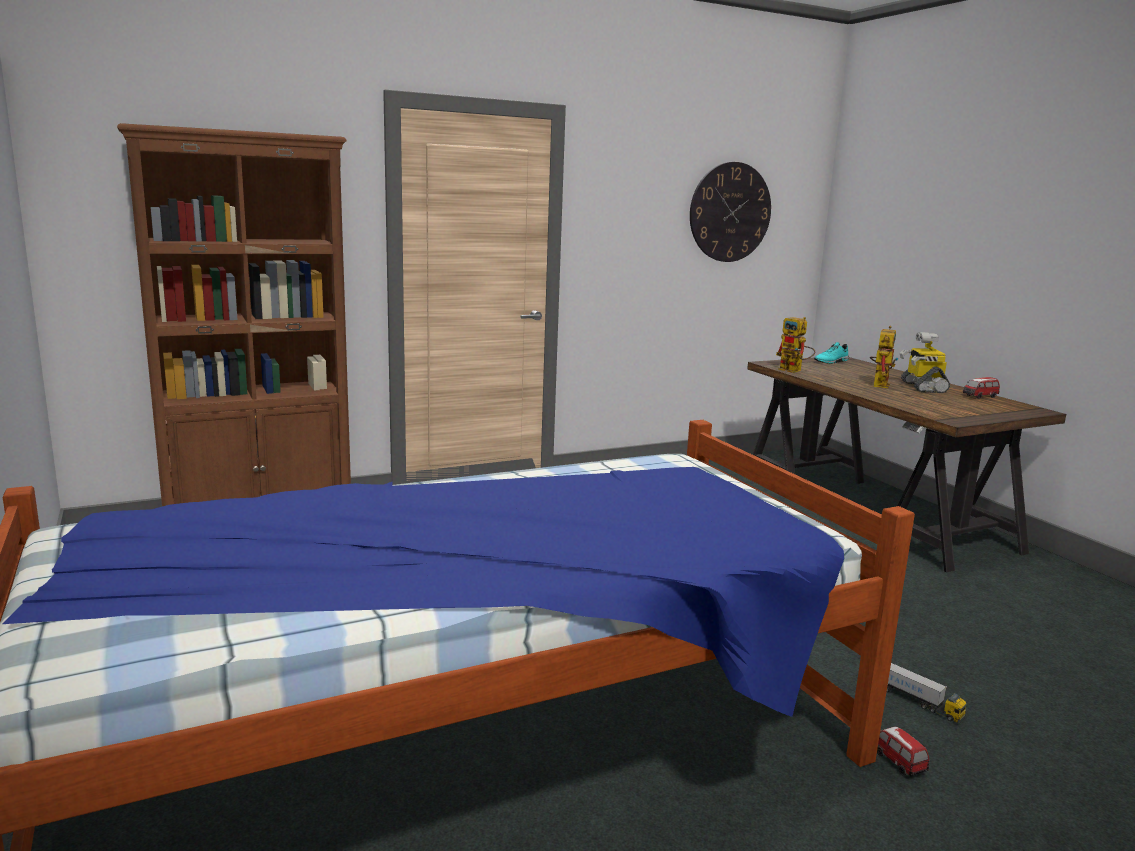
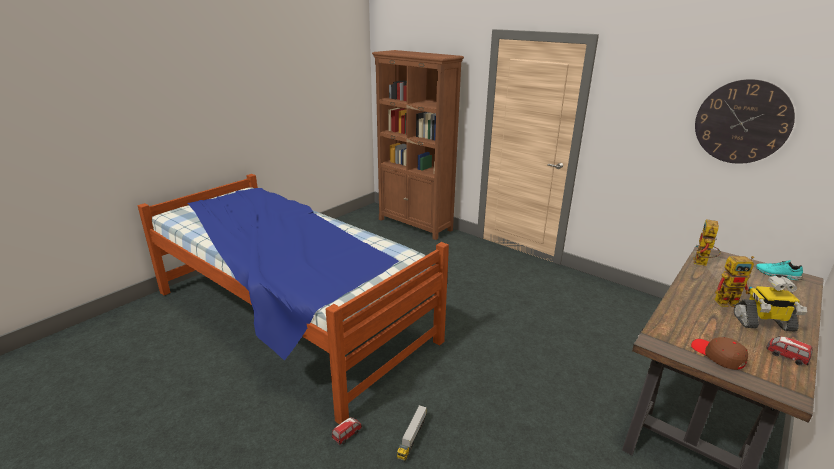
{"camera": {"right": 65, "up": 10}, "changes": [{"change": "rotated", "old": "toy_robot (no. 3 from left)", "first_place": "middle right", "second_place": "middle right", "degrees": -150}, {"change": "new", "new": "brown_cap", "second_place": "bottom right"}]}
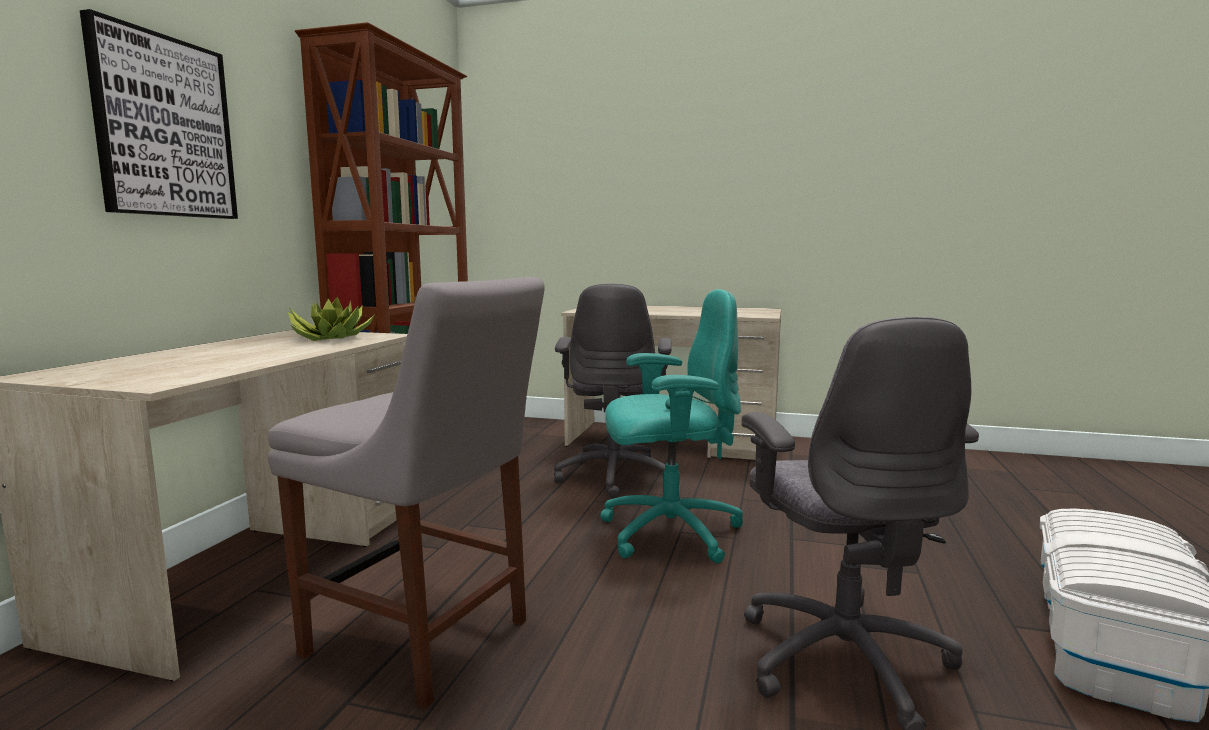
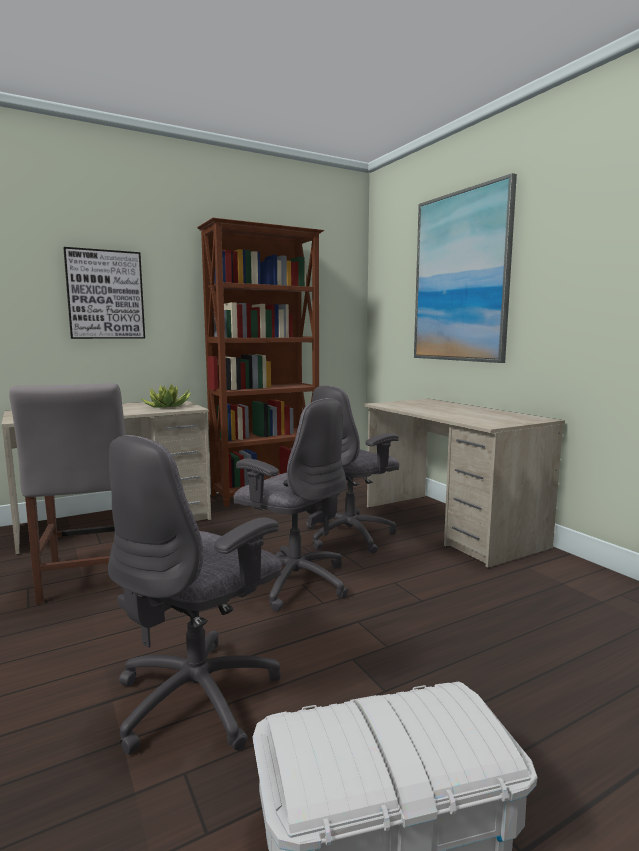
{"camera": {"right": 45, "up": 0}, "changes": [{"change": "repainted", "old": "turquoise_office_chair", "new": "grey_office_chair (no. 2 from left)", "first_place": "centre", "second_place": "centre"}, {"change": "new", "new": "picture (no. 2 from left)", "second_place": "top right"}]}
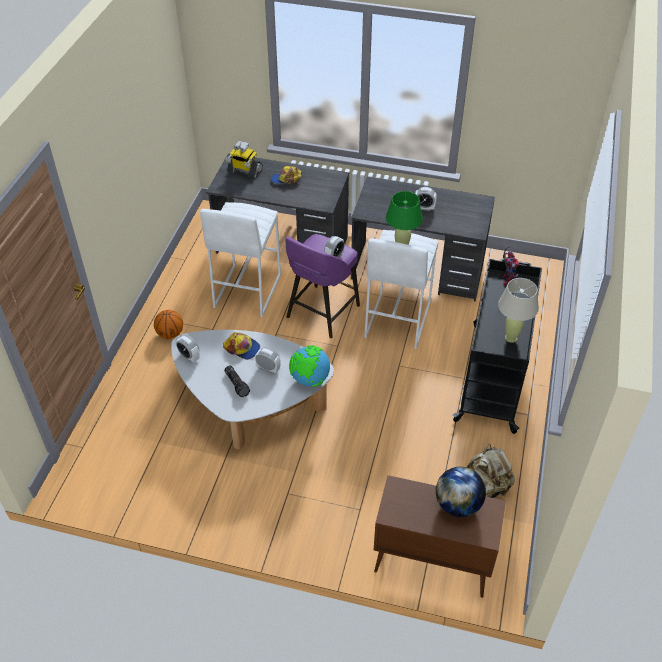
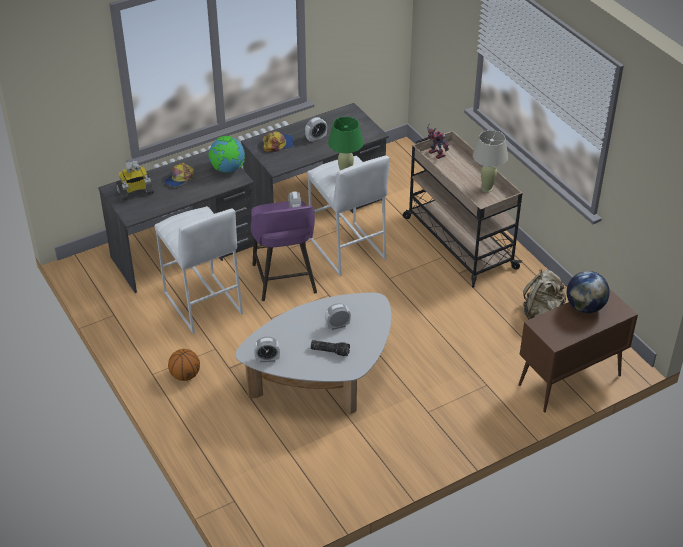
{"camera": {"right": -45, "up": -5}, "changes": [{"change": "repainted", "old": "black_cart", "new": "beige_cart", "first_place": "middle right", "second_place": "middle right"}, {"change": "shifted", "old": "cap (no. 1 from left in the first image)", "new": "cap (no. 2 from left)", "first_place": "centre", "second_place": "top centre"}, {"change": "shifted", "old": "globe (no. 1 from left)", "first_place": "centre", "second_place": "top left"}]}
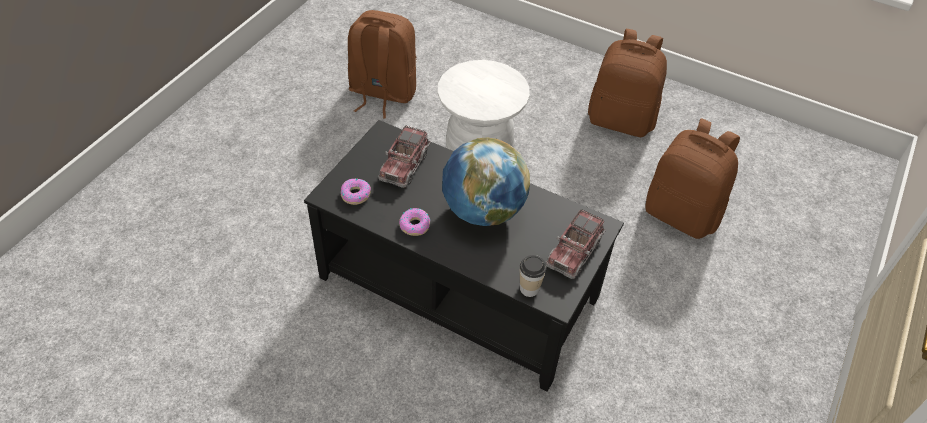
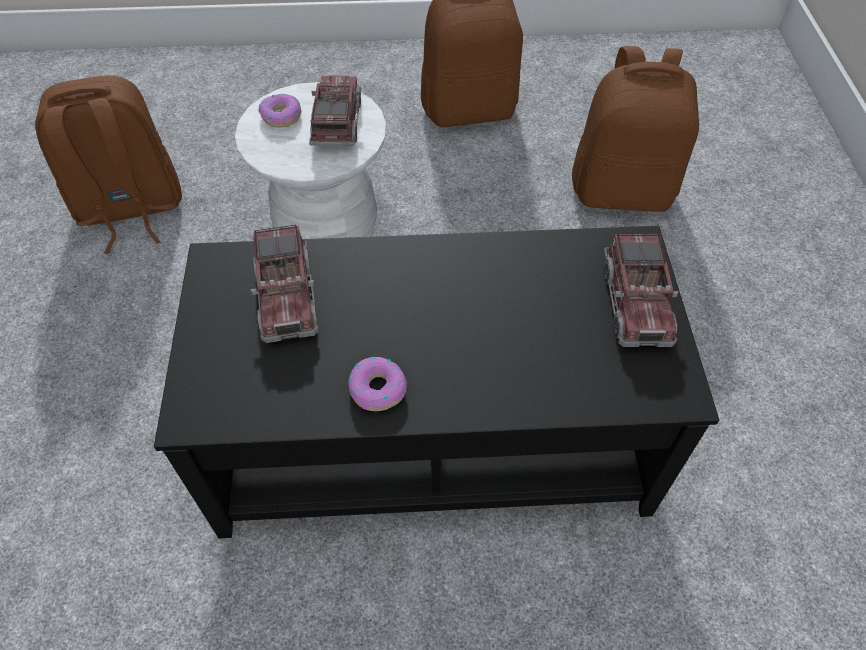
{"camera": {"right": -30, "up": 5}, "changes": [{"change": "gone", "old": "globe", "first_place": "centre"}, {"change": "shifted", "old": "donut (no. 1 from left)", "first_place": "centre", "second_place": "top left"}, {"change": "gone", "old": "cup", "first_place": "centre"}, {"change": "new", "new": "toy_truck (no. 2 from left)", "second_place": "top centre"}]}
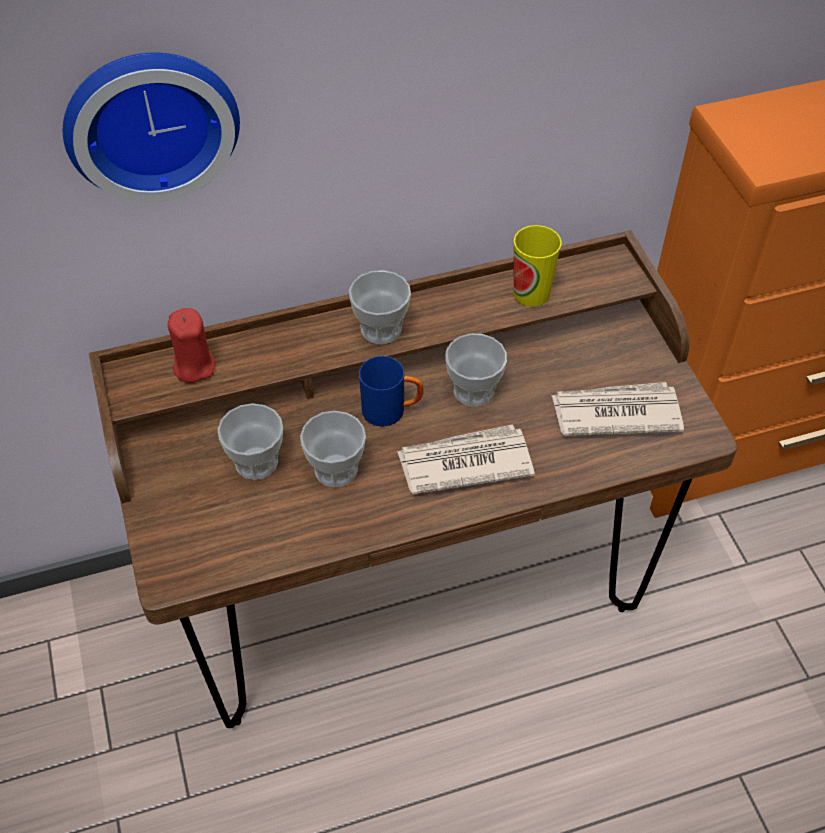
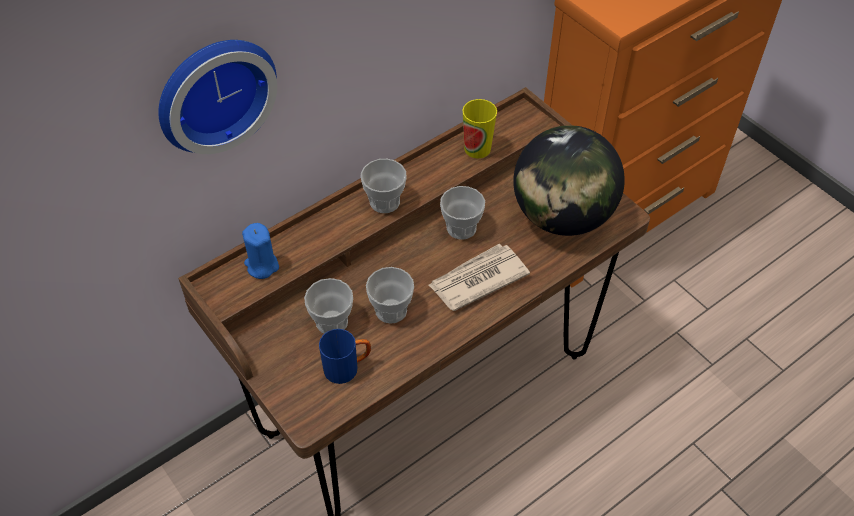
{"camera": {"right": -20, "up": 0}, "changes": [{"change": "repainted", "old": "red_candle", "new": "blue_candle", "first_place": "middle left", "second_place": "middle left"}, {"change": "shifted", "old": "blue_mug", "first_place": "centre", "second_place": "bottom centre"}, {"change": "swapped", "old": "newspaper (no. 2 from left)", "new": "globe", "first_place": "middle right", "second_place": "centre"}]}
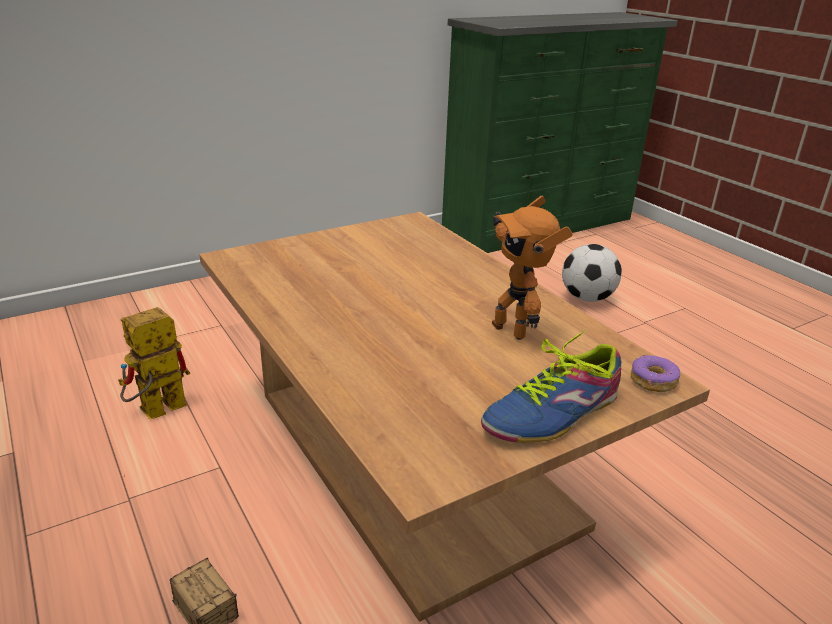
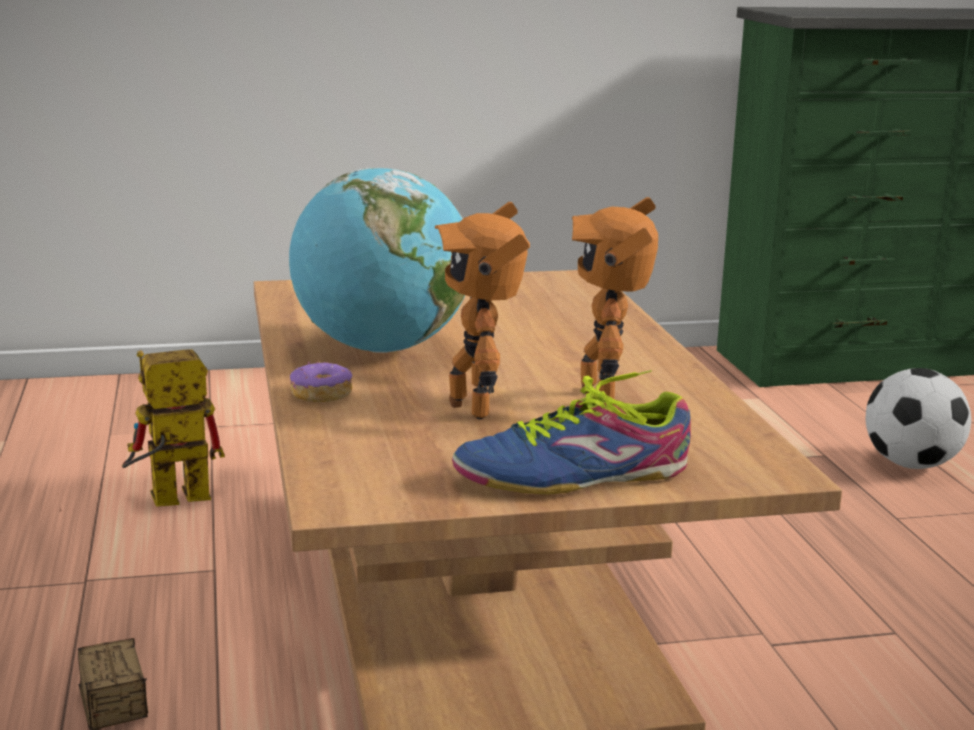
{"camera": {"right": 20, "up": -10}, "changes": [{"change": "shifted", "old": "donut", "first_place": "middle right", "second_place": "middle left"}, {"change": "new", "new": "globe", "second_place": "centre"}, {"change": "new", "new": "toy_robot (no. 2 from left)", "second_place": "centre"}]}
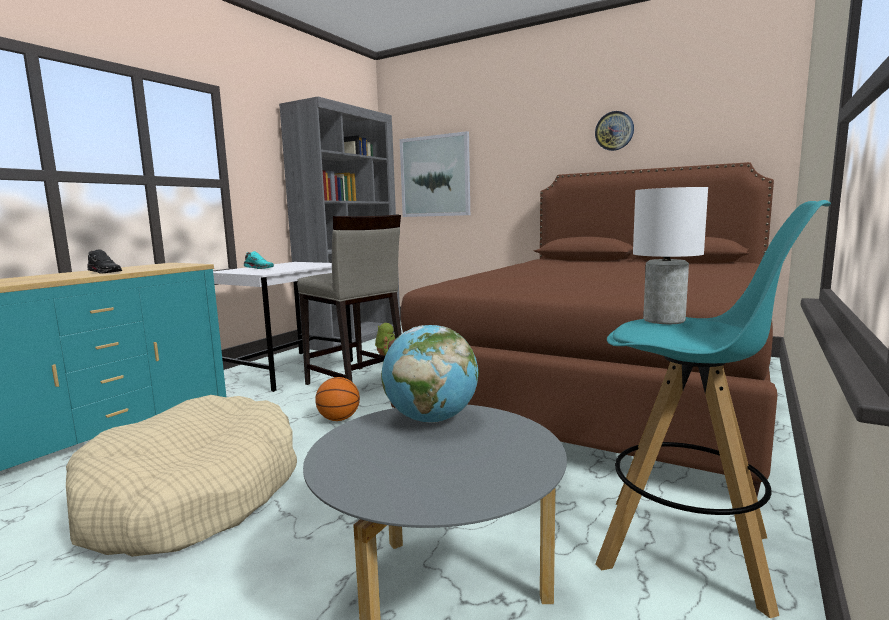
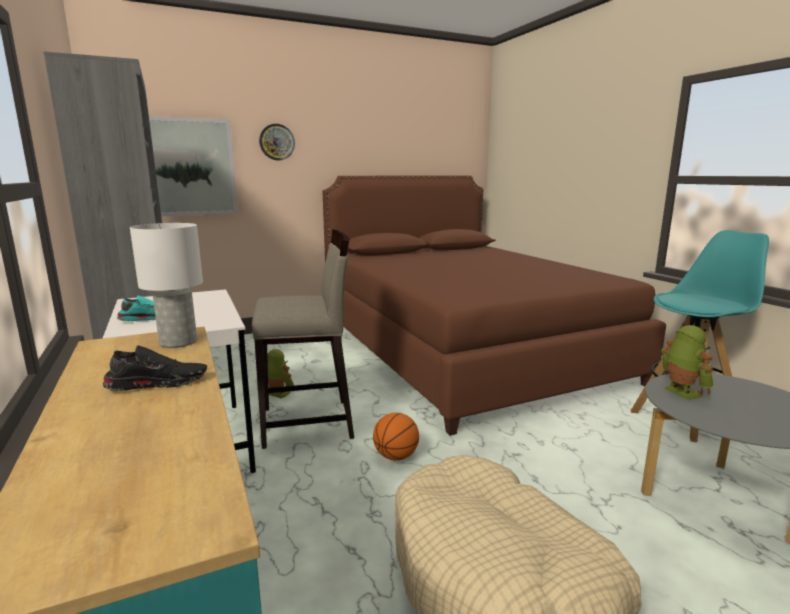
{"camera": {"right": -55, "up": 5}, "changes": [{"change": "shifted", "old": "wall_clock", "first_place": "top right", "second_place": "top centre"}, {"change": "shifted", "old": "white_table_lamp", "first_place": "middle right", "second_place": "middle left"}, {"change": "swapped", "old": "globe", "new": "toy_robot (no. 2 from left)", "first_place": "centre", "second_place": "middle right"}]}
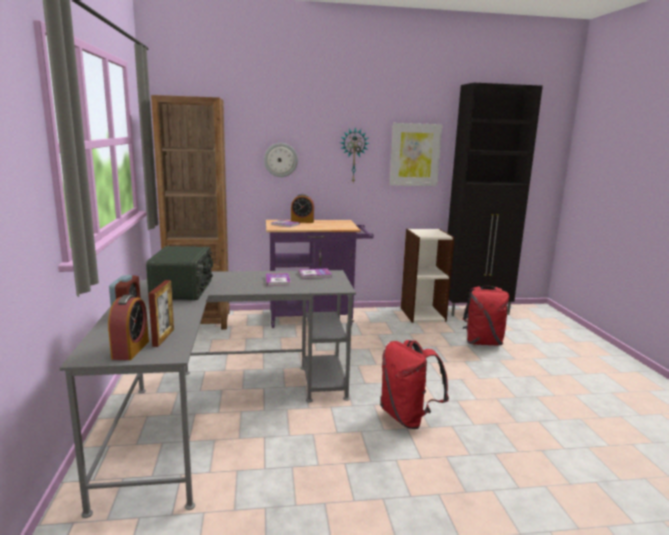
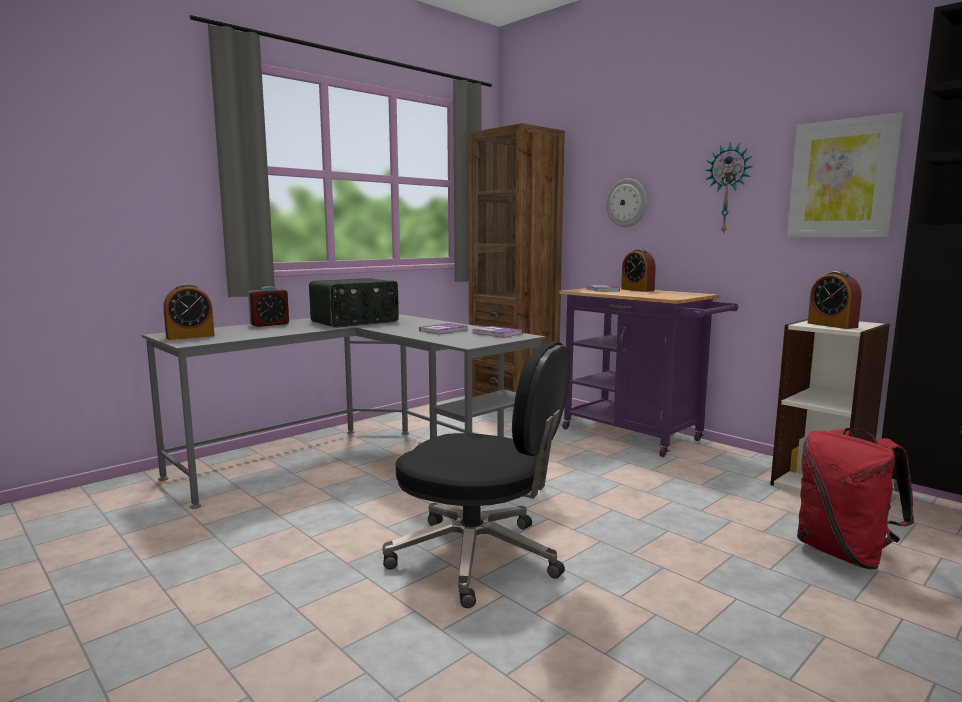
{"camera": {"right": 55, "up": -5}, "changes": [{"change": "gone", "old": "picture_frame", "first_place": "middle left"}, {"change": "swapped", "old": "red_backpack (no. 1 from left)", "new": "black_office_chair", "first_place": "bottom centre", "second_place": "bottom centre"}, {"change": "new", "new": "alarm_clock (no. 4 from left)", "second_place": "middle right"}]}
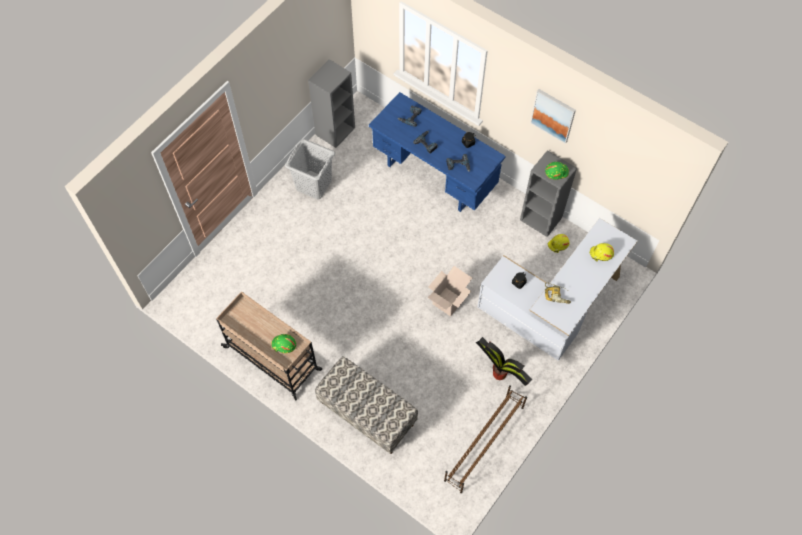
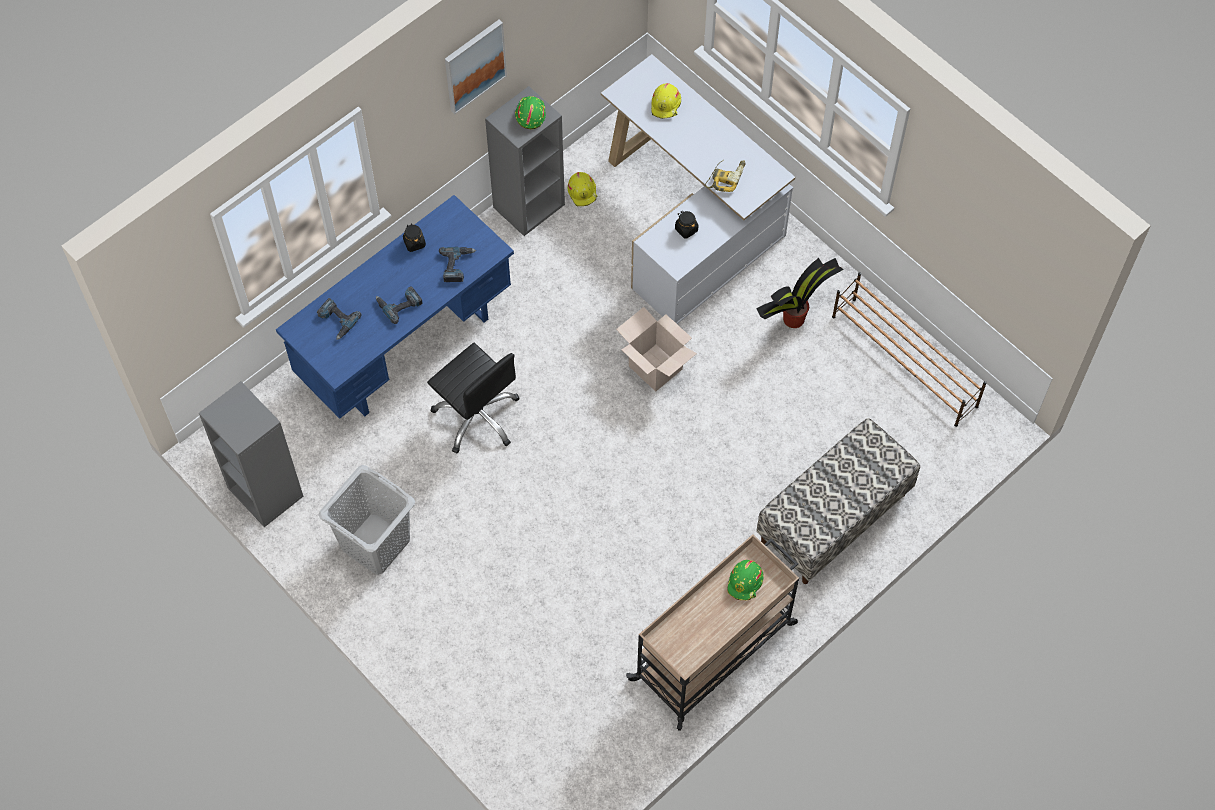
{"camera": {"right": -80, "up": 0}, "changes": [{"change": "new", "new": "black_office_chair", "second_place": "centre"}]}
